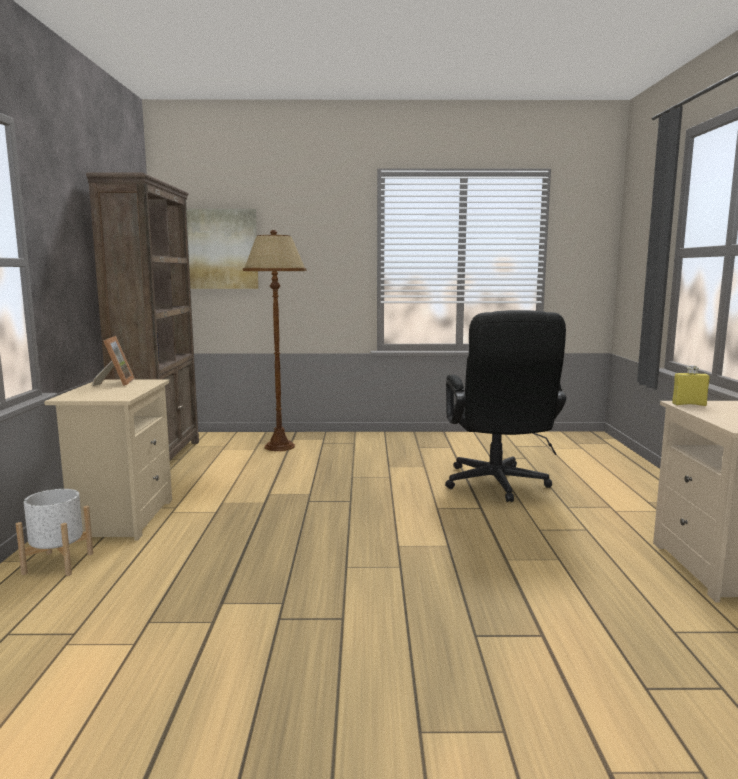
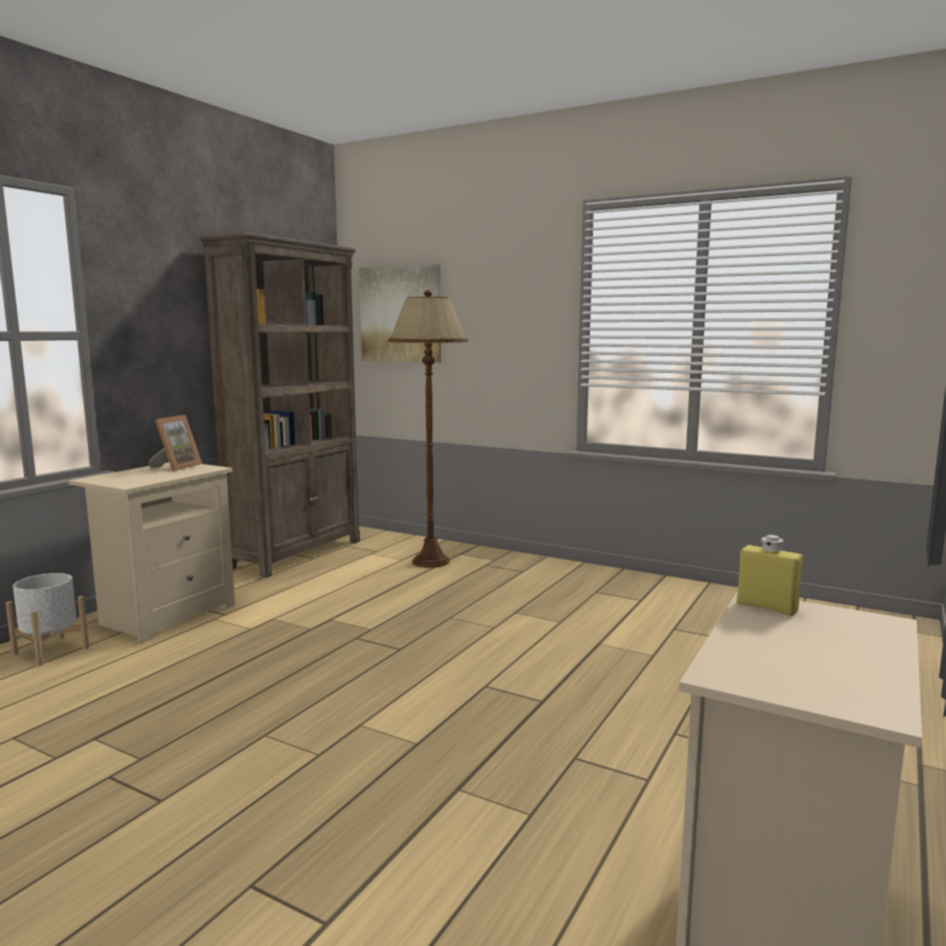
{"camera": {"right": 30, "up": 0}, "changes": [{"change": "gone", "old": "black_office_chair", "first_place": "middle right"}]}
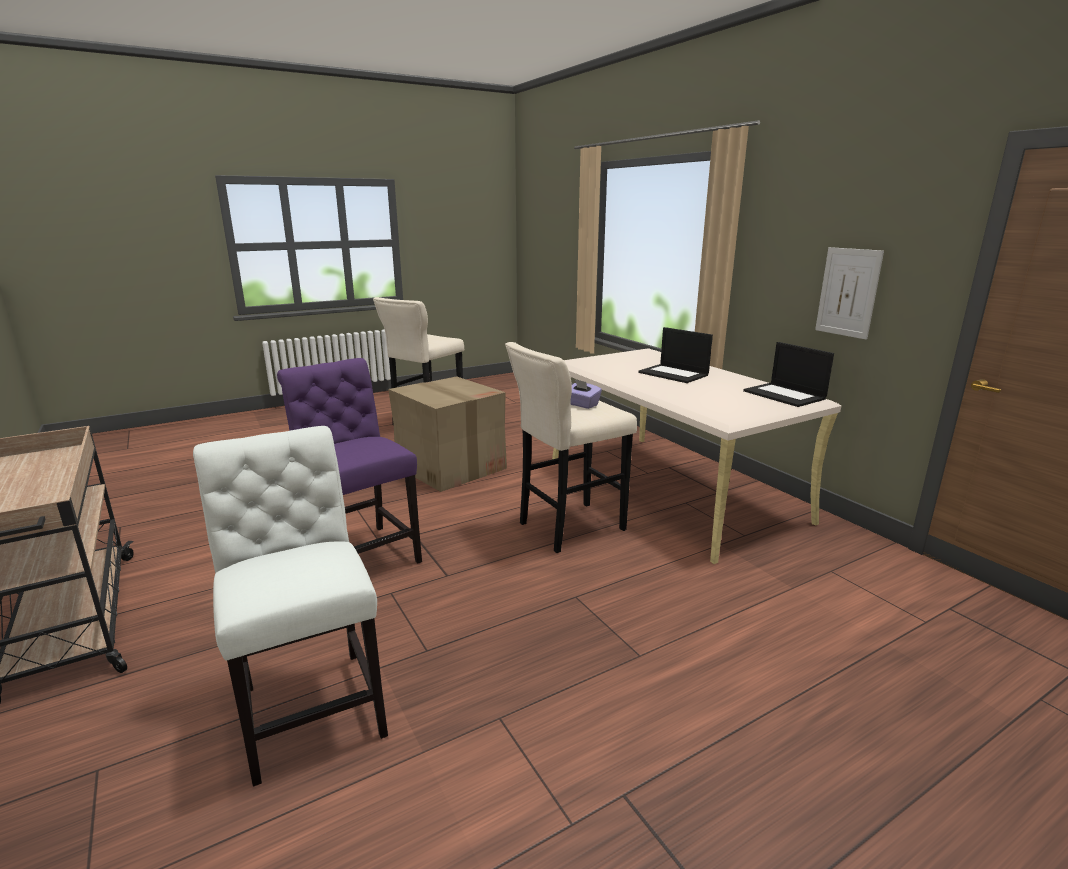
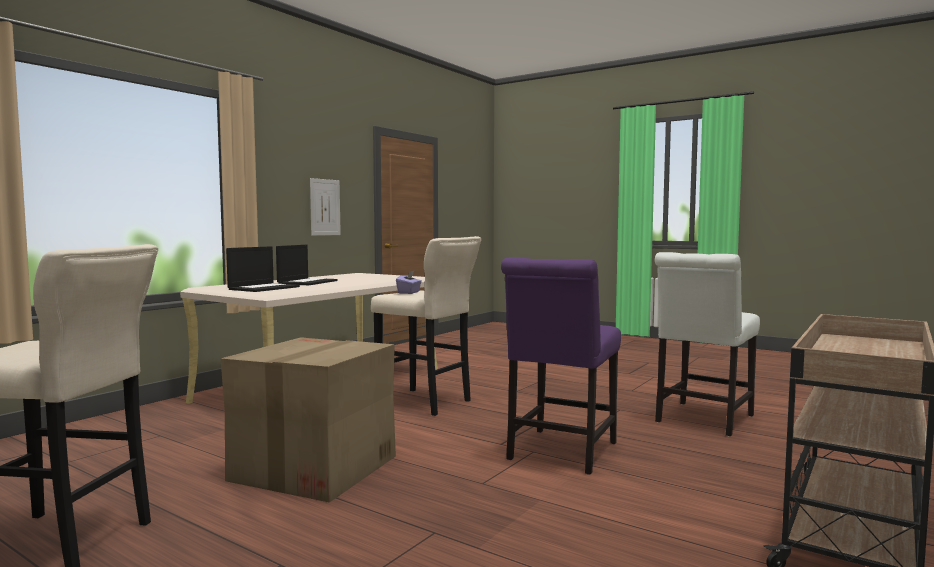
{"camera": {"right": -115, "up": -15}, "changes": [{"change": "shifted", "old": "laptop (no. 2 from left in the first image)", "new": "laptop (no. 1 from left)", "first_place": "middle right", "second_place": "middle left"}]}
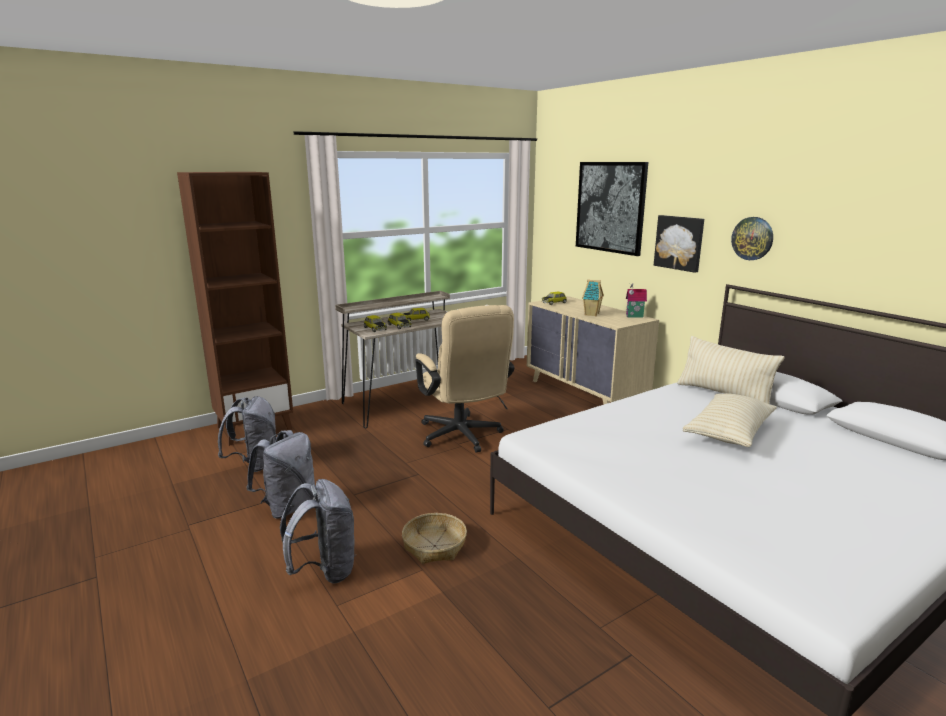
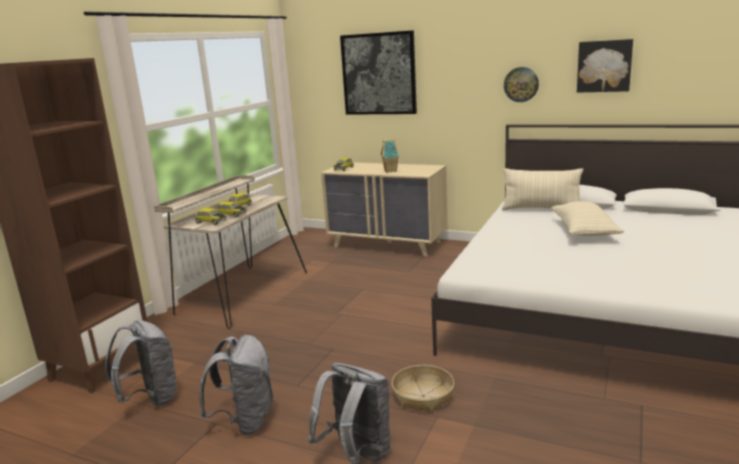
{"camera": {"right": -30, "up": 0}, "changes": [{"change": "shifted", "old": "picture (no. 2 from left)", "first_place": "middle right", "second_place": "top right"}, {"change": "gone", "old": "toy_house (no. 2 from left)", "first_place": "middle right"}, {"change": "gone", "old": "beige_office_chair", "first_place": "centre"}]}
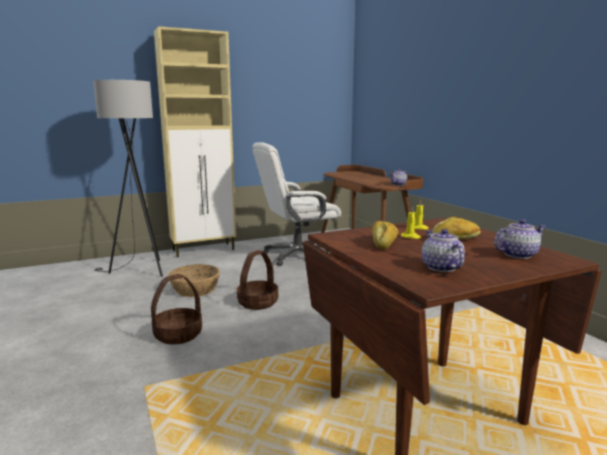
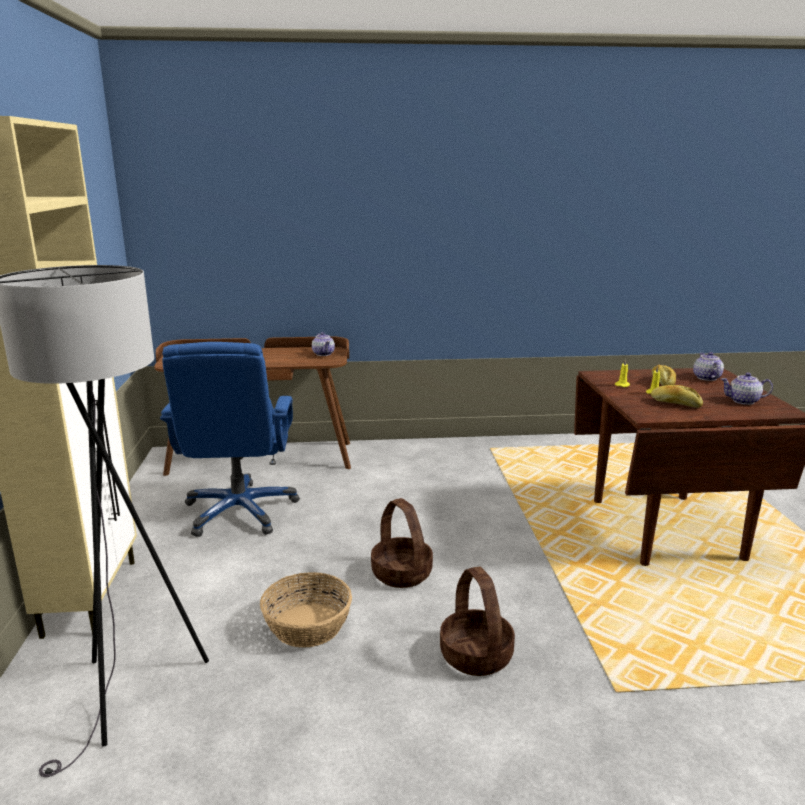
{"camera": {"right": -70, "up": 5}, "changes": [{"change": "repainted", "old": "white_office_chair", "new": "blue_office_chair", "first_place": "centre", "second_place": "middle left"}]}
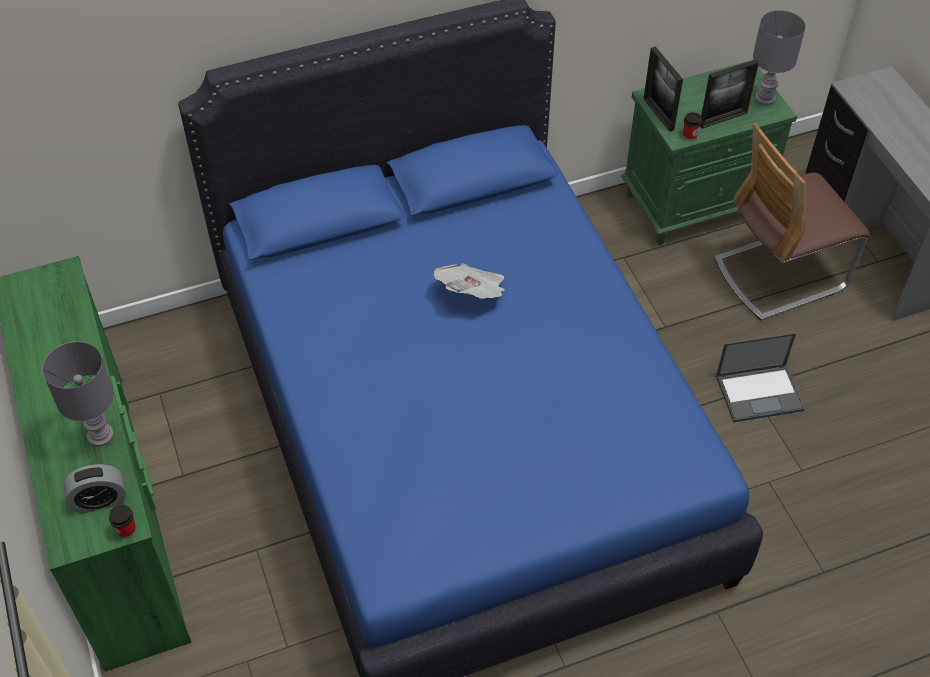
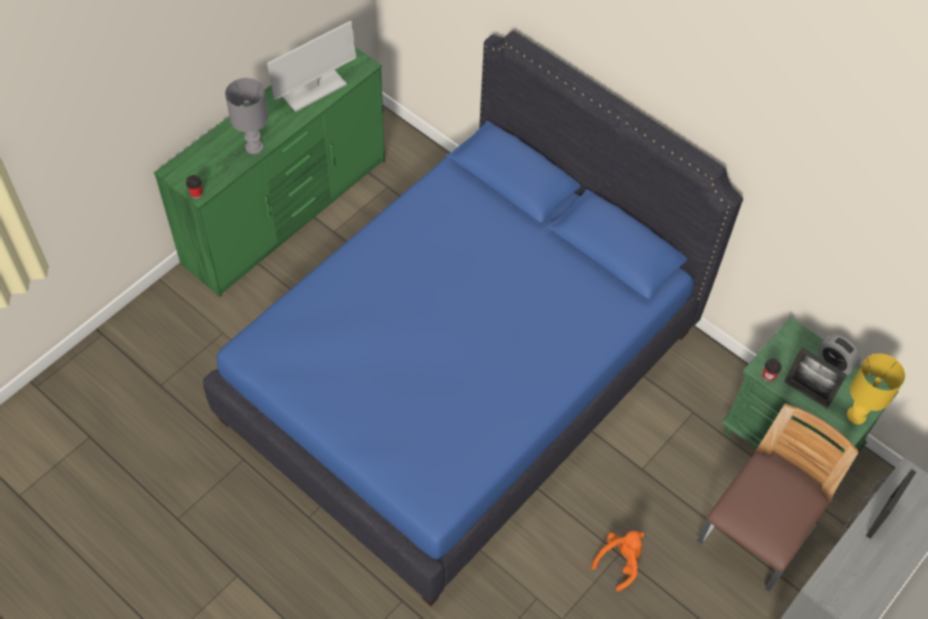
{"camera": {"right": 60, "up": 5}, "changes": [{"change": "repainted", "old": "grey_table_lamp (no. 2 from left)", "new": "yellow_table_lamp", "first_place": "top right", "second_place": "middle right"}, {"change": "shifted", "old": "picture_frame (no. 1 from left in the first image)", "new": "picture_frame (no. 2 from left)", "first_place": "top right", "second_place": "bottom right"}, {"change": "rotated", "old": "chair", "first_place": "top right", "second_place": "bottom right", "degrees": 90}, {"change": "gone", "old": "newspaper", "first_place": "centre"}, {"change": "swapped", "old": "laptop", "new": "orange_plush_toy", "first_place": "middle right", "second_place": "bottom centre"}, {"change": "shifted", "old": "alarm_clock", "first_place": "bottom left", "second_place": "middle right"}, {"change": "new", "new": "monitor", "second_place": "top centre"}]}
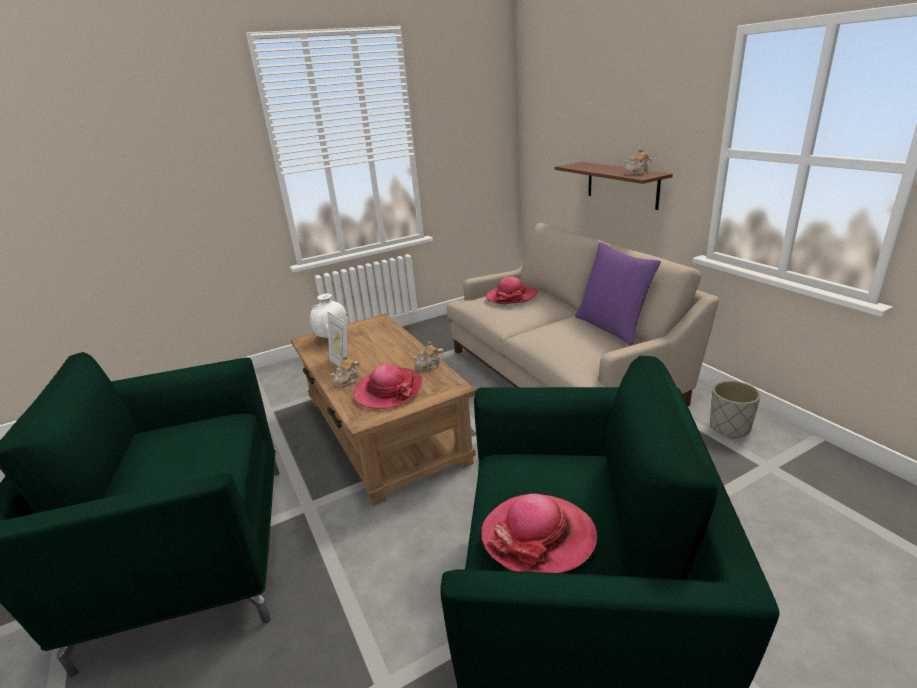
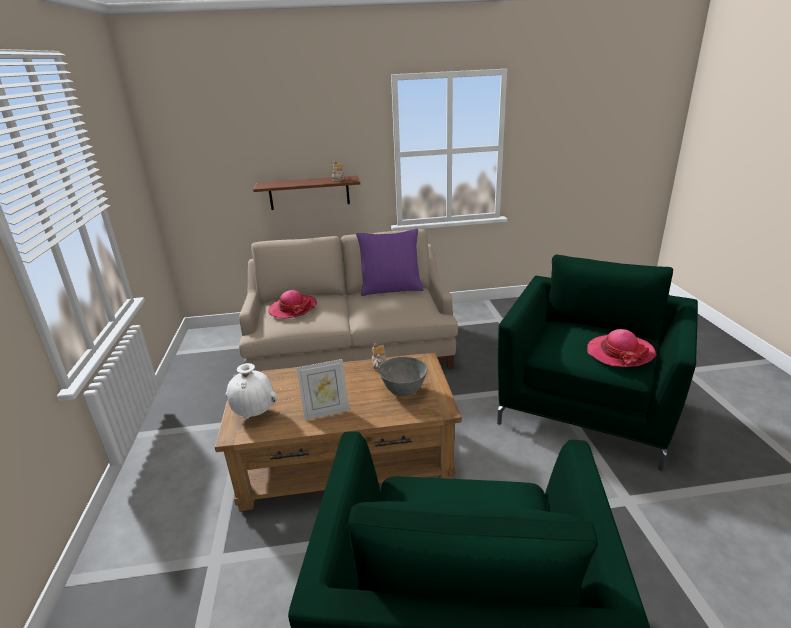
{"camera": {"right": -70, "up": 0}, "changes": [{"change": "gone", "old": "teapot (no. 1 from left)", "first_place": "centre"}, {"change": "swapped", "old": "hat (no. 1 from left)", "new": "grey_bowl", "first_place": "centre", "second_place": "centre"}, {"change": "gone", "old": "grey_planter", "first_place": "middle right"}]}
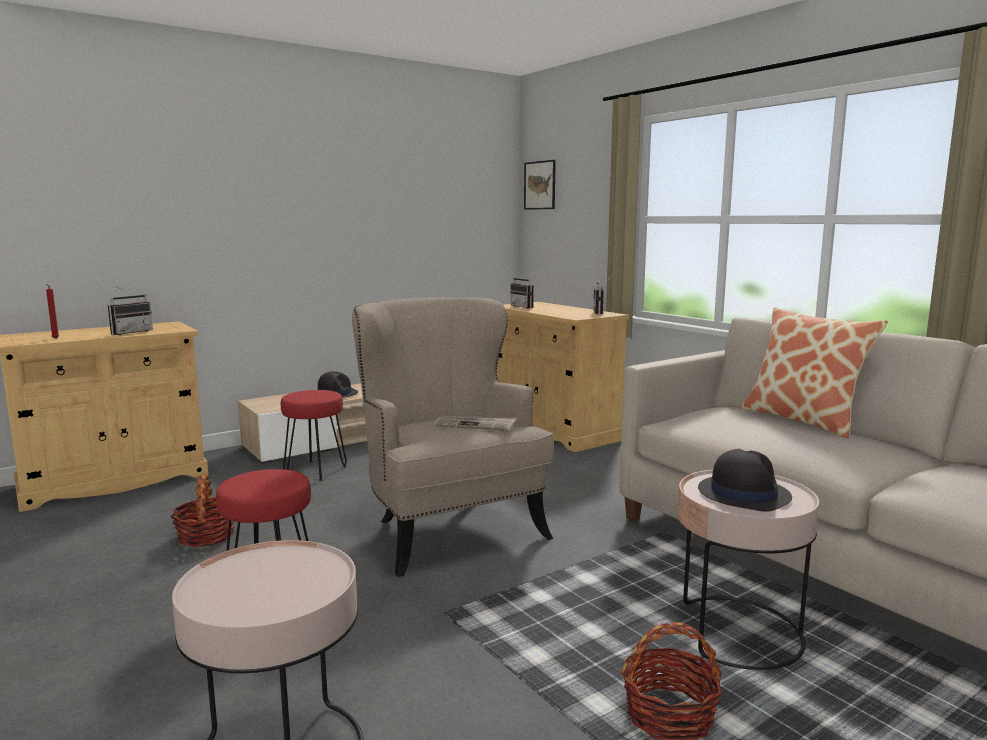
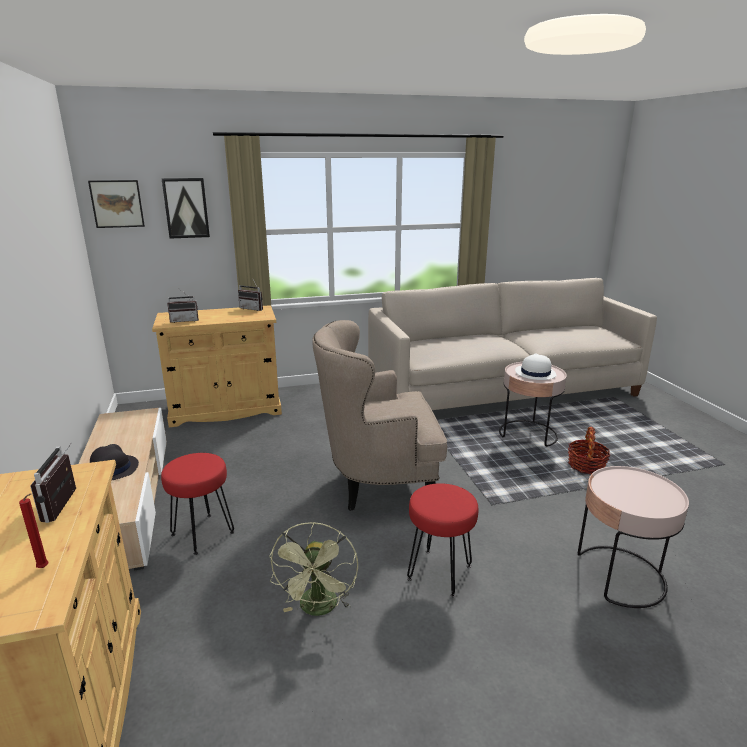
{"camera": {"right": -70, "up": 10}, "changes": [{"change": "rotated", "old": "radio (no. 1 from left)", "first_place": "middle left", "second_place": "middle left", "degrees": -150}, {"change": "gone", "old": "pillow", "first_place": "middle right"}, {"change": "gone", "old": "newspaper", "first_place": "centre"}, {"change": "repainted", "old": "black_hat (no. 2 from left)", "new": "white_hat", "first_place": "middle right", "second_place": "middle right"}, {"change": "swapped", "old": "basket (no. 1 from left)", "new": "green_fan", "first_place": "bottom left", "second_place": "bottom centre"}, {"change": "new", "new": "picture (no. 2 from left)", "second_place": "top left"}]}
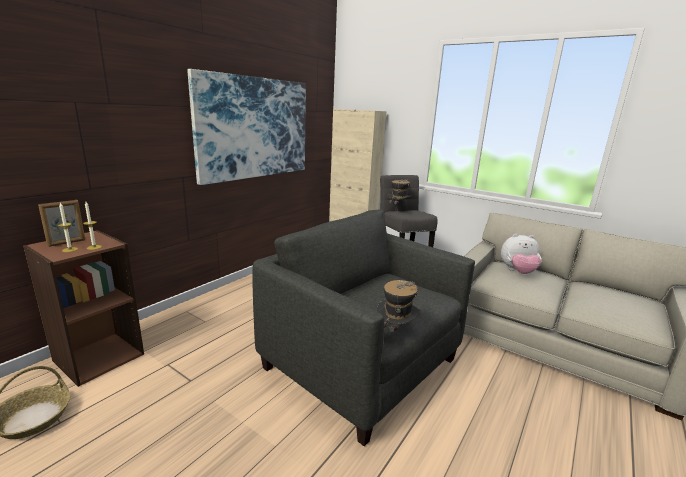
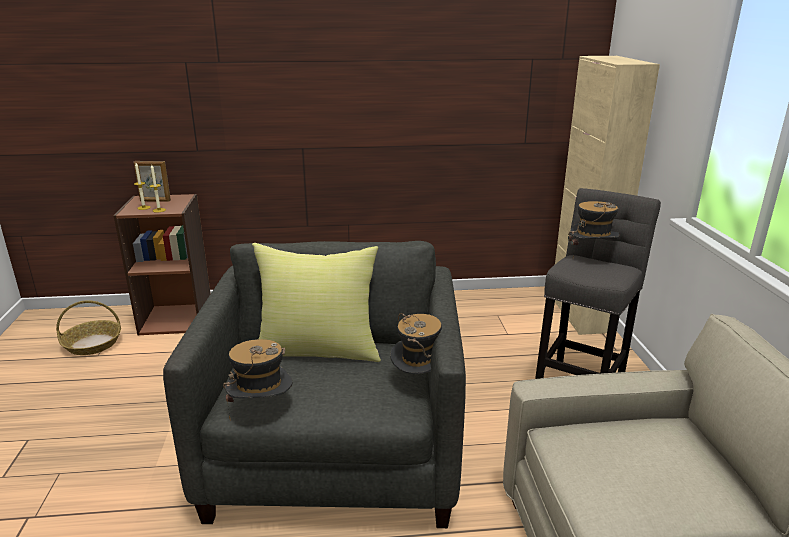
{"camera": {"right": 50, "up": 5}, "changes": [{"change": "gone", "old": "picture", "first_place": "top centre"}, {"change": "gone", "old": "plush_toy", "first_place": "middle right"}, {"change": "new", "new": "yellow_pillow", "second_place": "centre"}, {"change": "new", "new": "hat (no. 2 from left)", "second_place": "centre"}]}
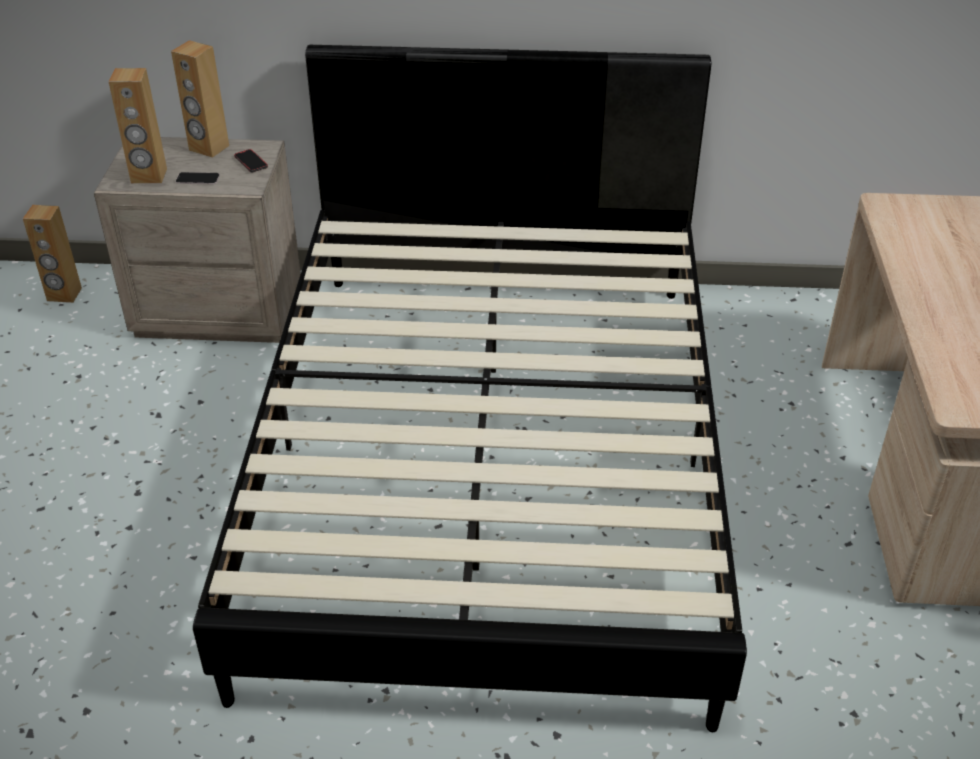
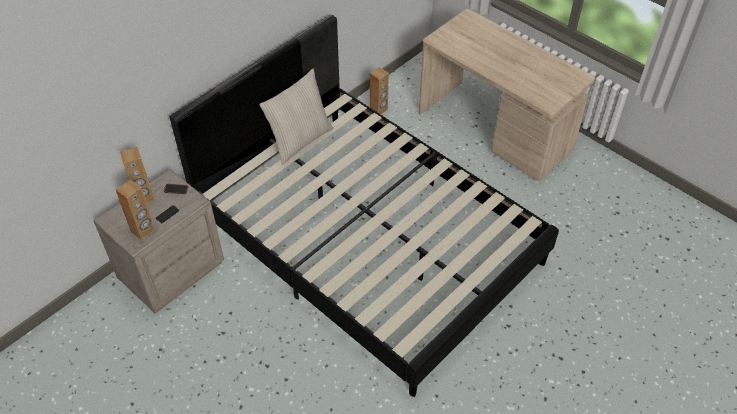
{"camera": {"right": -50, "up": 10}, "changes": [{"change": "shifted", "old": "brown_speaker (no. 1 from left in the first image)", "new": "brown_speaker (no. 3 from left)", "first_place": "middle left", "second_place": "top centre"}, {"change": "new", "new": "beige_pillow", "second_place": "top centre"}]}
